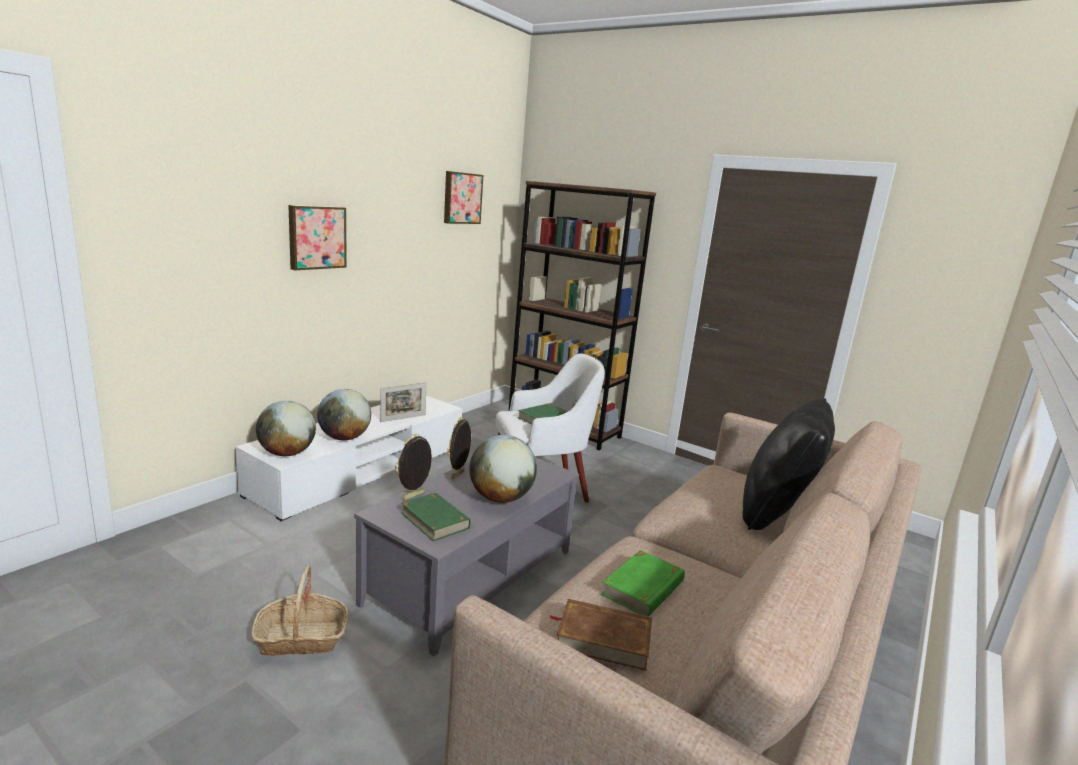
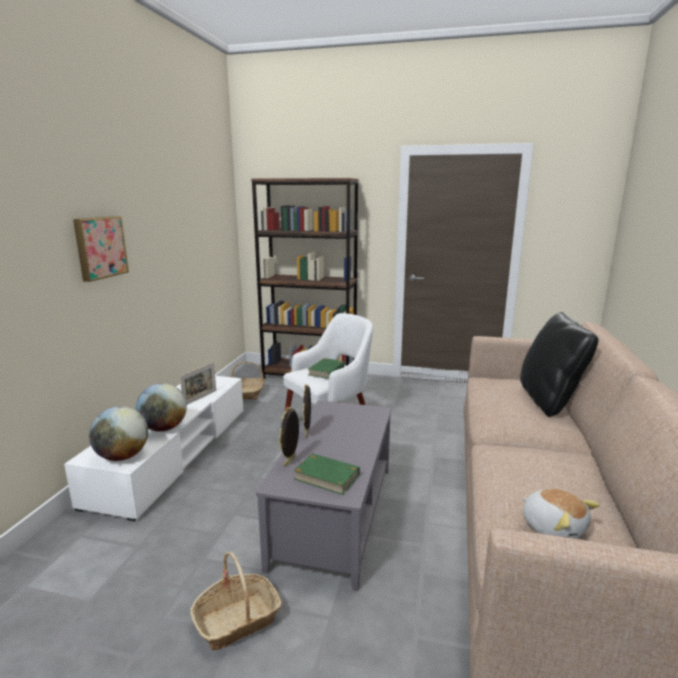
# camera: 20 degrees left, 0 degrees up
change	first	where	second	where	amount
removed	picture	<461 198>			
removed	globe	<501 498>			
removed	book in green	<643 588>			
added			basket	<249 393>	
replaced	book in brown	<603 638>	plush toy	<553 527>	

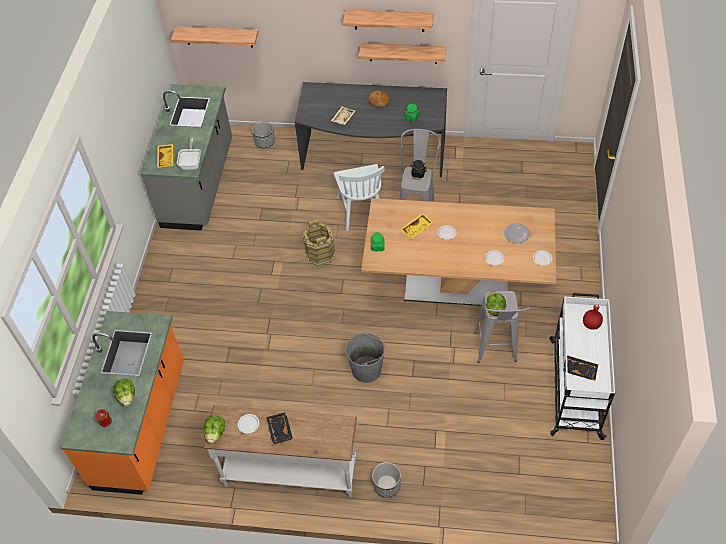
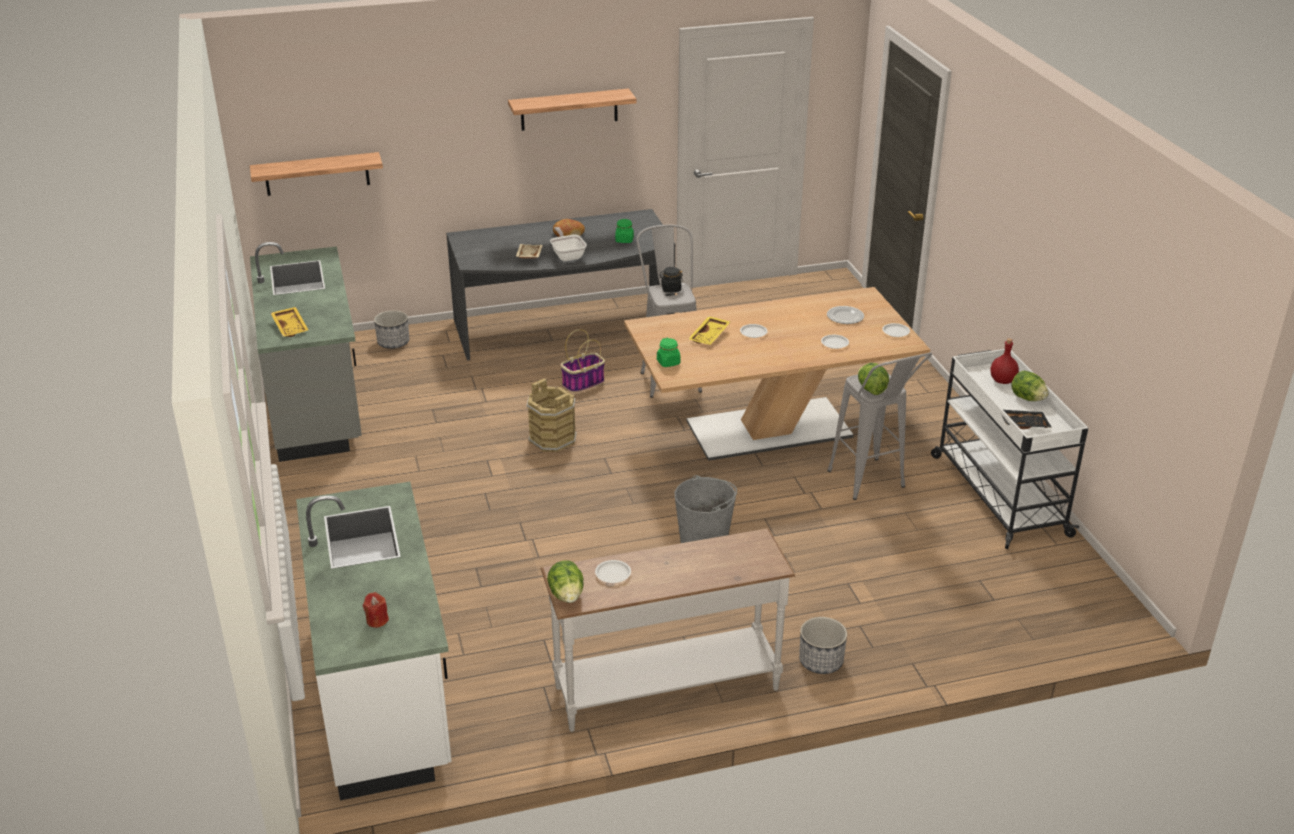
# camera: 25 degrees left, 20 degrees down
change	first	where	second	where	amount
removed	tray in black	<279 430>			
removed	shelf	<403 53>			
moved	lettuce	<127 396>		<1027 398>	
moved	frying pan	<191 163>		<567 255>	
replaced	chair in white	<361 210>	basket	<583 383>	
recoloured	counter in orange	<142 425>	counter in white	<384 695>	

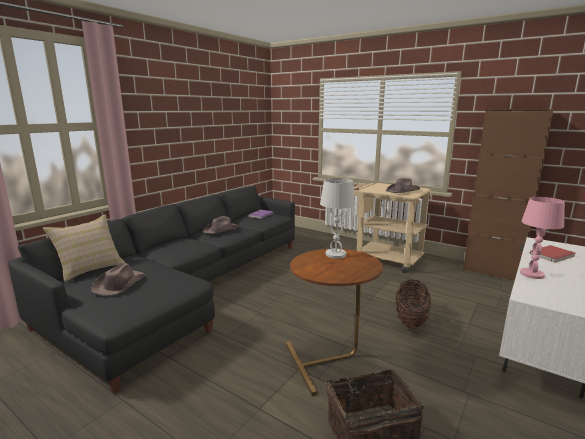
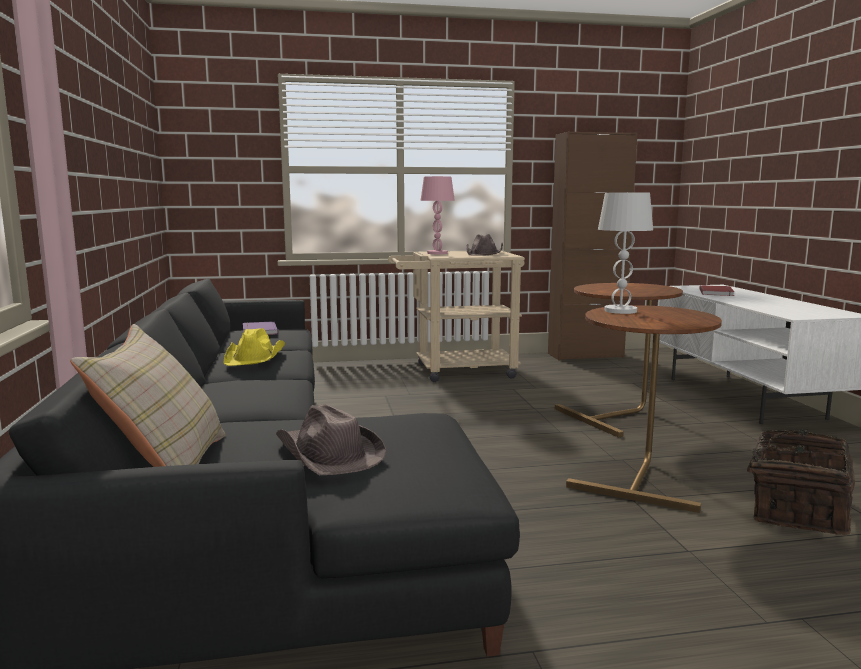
# camera: 45 degrees left, 5 degrees down
change	first	where	second	where	amount
moved	table lamp in pink	<532 274>		<437 253>	
replaced	basket	<410 320>	side table in brown	<619 416>	
recoloured	hat in brown	<222 230>	hat in yellow	<255 357>	

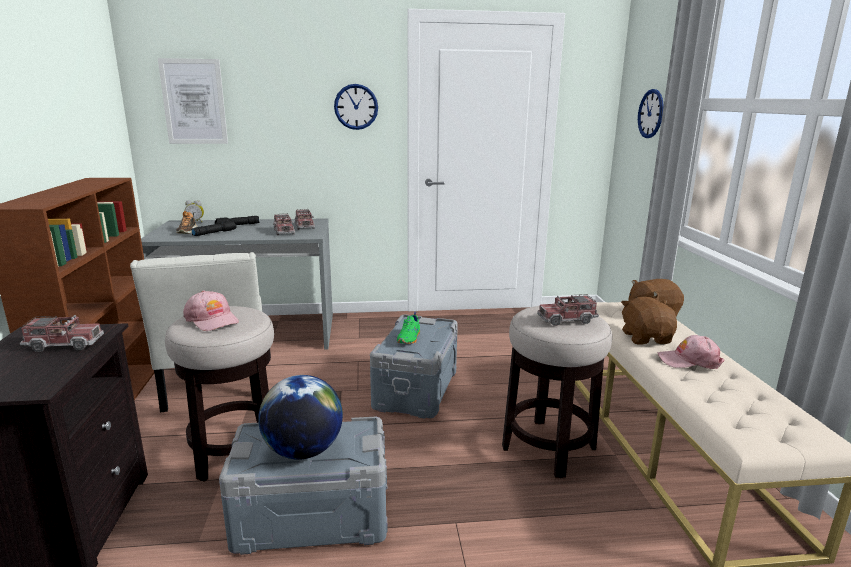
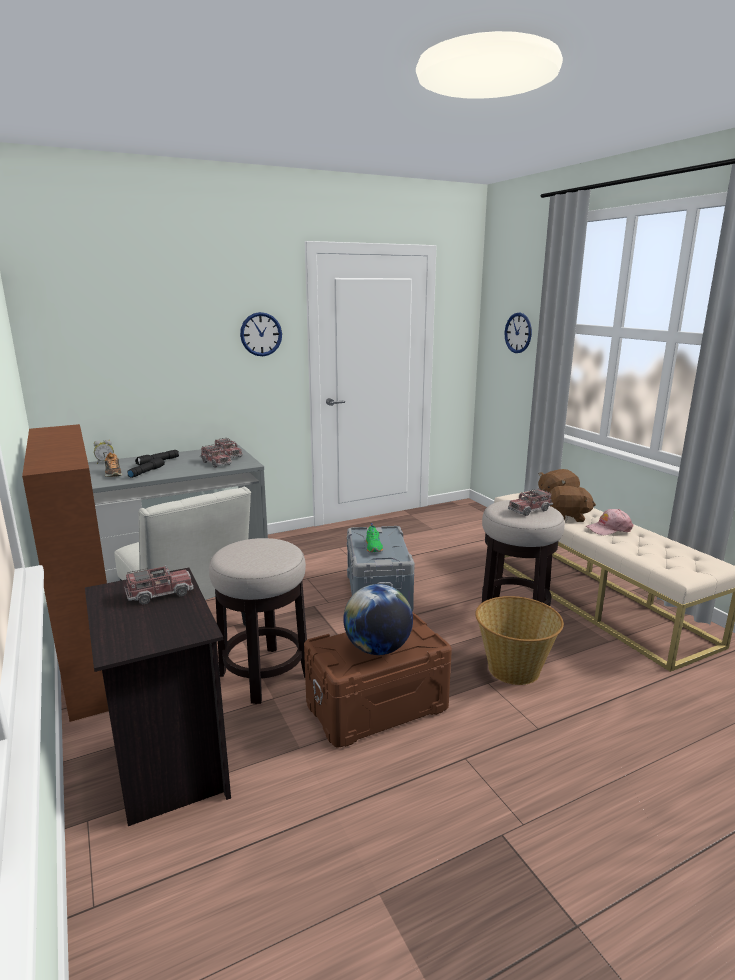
# camera: 20 degrees left, 0 degrees up
change	first	where	second	where	amount
removed	picture	<194 102>			
removed	cap in pink	<212 319>			
added			basket	<514 668>	
recoloured	storage box in grey	<312 515>	storage box in brown	<376 705>	
turned	plush toy in brown	<646 338>		<567 517>	120 degrees clockwise

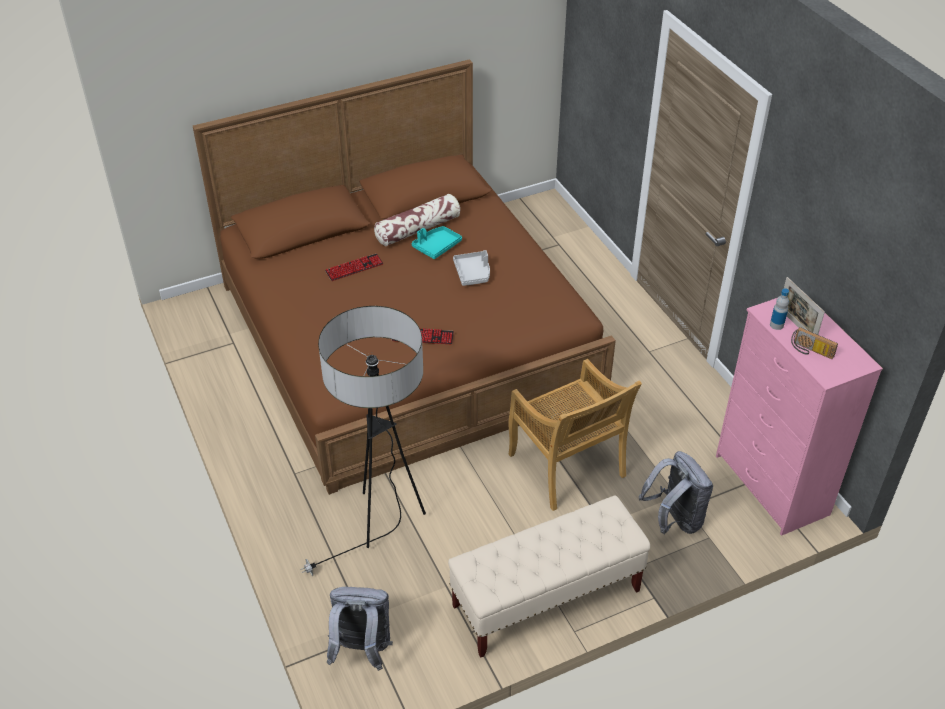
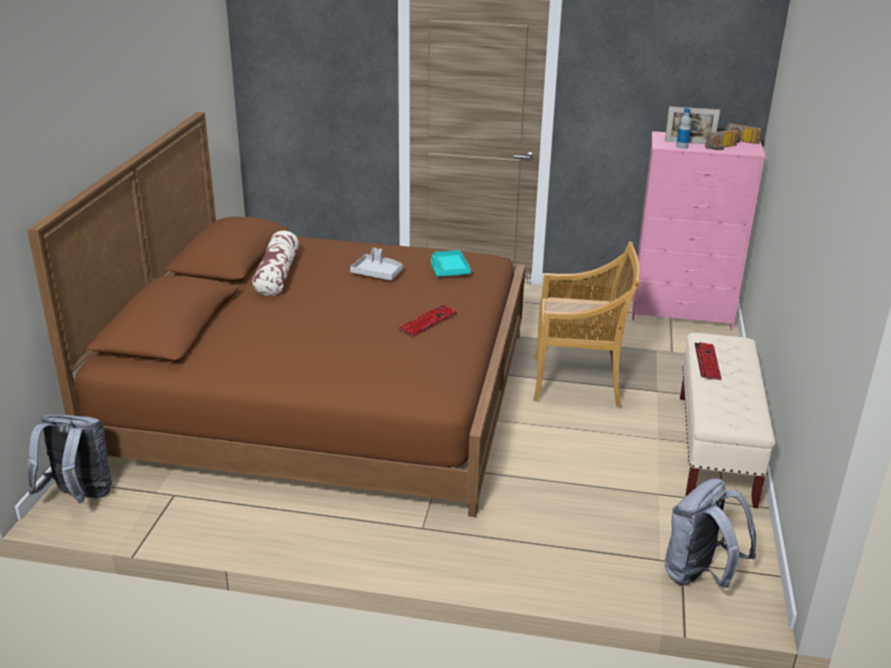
# camera: 55 degrees left, 15 degrees down
change	first	where	second	where	amount
removed	floor lamp	<382 524>			
added			radio	<740 141>	
moved	keyboard	<354 268>		<707 362>	
moved	tray in turquoise	<436 246>		<448 270>	
moved	backpack in grey	<674 520>		<79 497>	

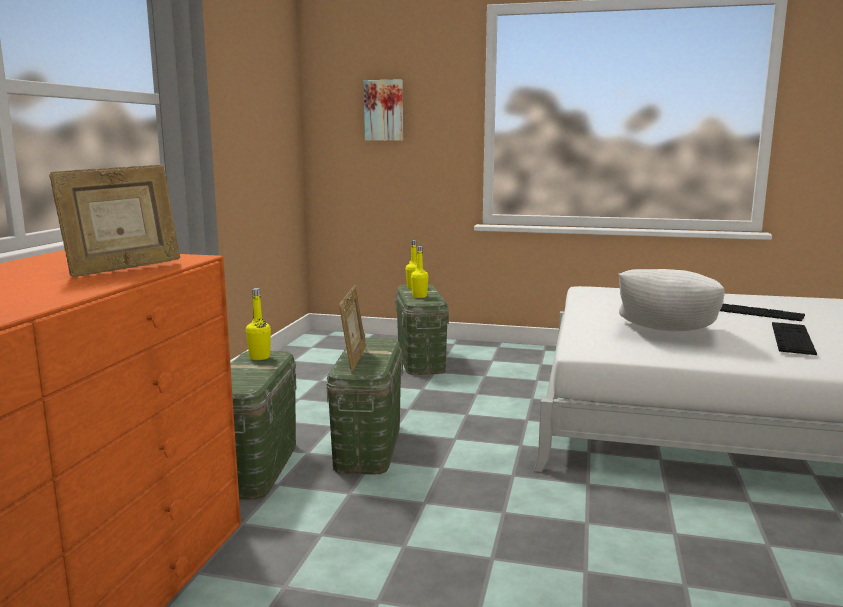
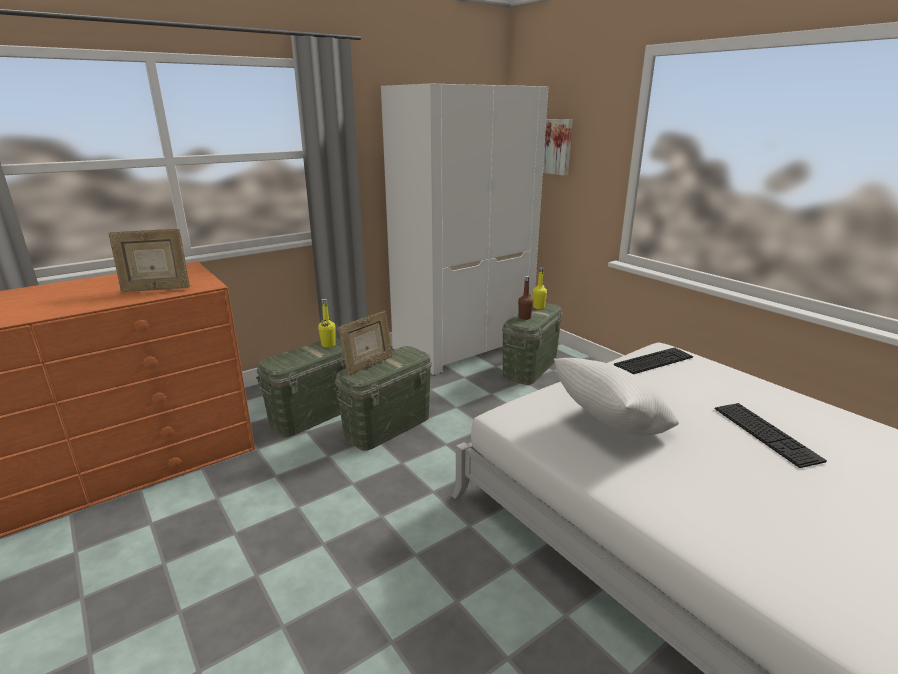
# camera: 40 degrees right, 10 degrees up
change	first	where	second	where	amount
added			wardrobe in white	<463 345>	
moved	keyboard	<792 338>		<653 361>	
recoloured	bottle in yellow	<419 296>	bottle in brown	<524 317>	

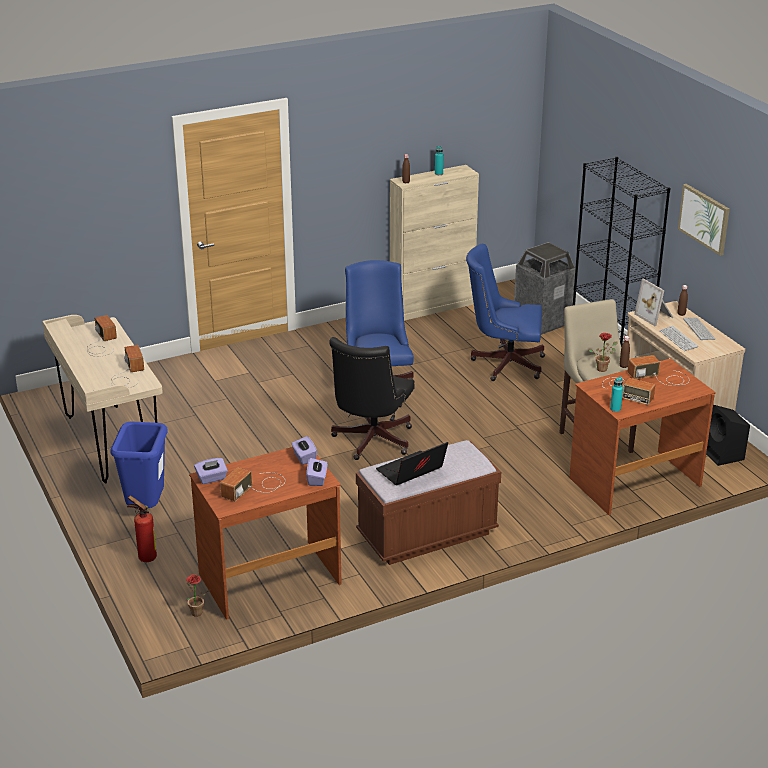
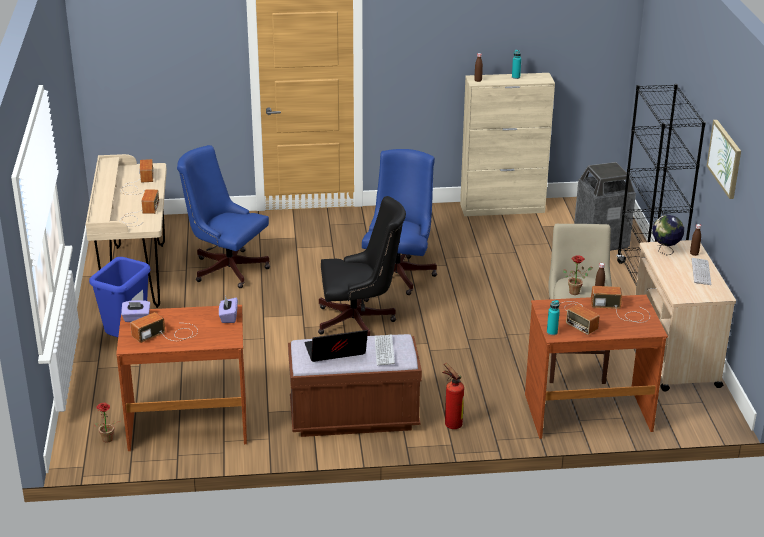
# camera: 20 degrees right, 0 degrees up
change	first	where	second	where	amount
removed	tissue box in purple	<317 479>			
removed	speaker in black	<723 455>			
moved	fire extinguisher	<145 557>		<451 424>	
moved	office chair in blue	<503 363>		<226 267>	
moved	keyboard	<678 339>		<384 351>	
replaced	picture frame	<655 316>	globe	<665 251>	
turned	office chair in black	<370 442>		<360 321>	135 degrees counterclockwise

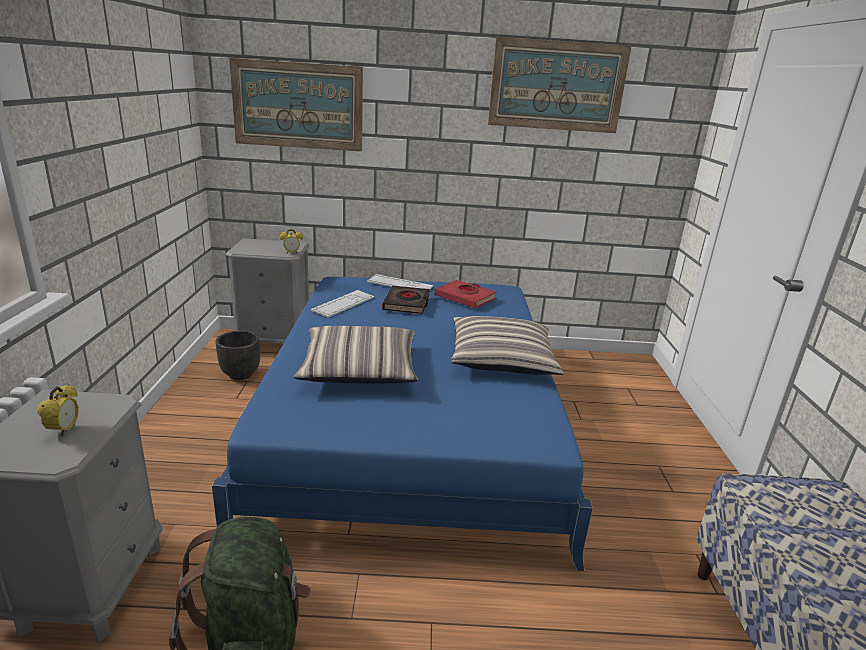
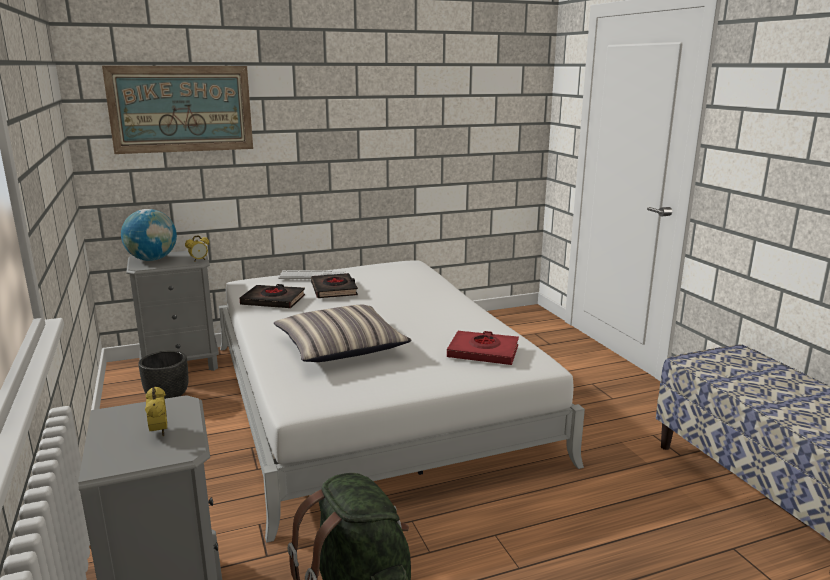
# camera: 20 degrees left, 5 degrees down
change	first	where	second	where	amount
removed	pillow	<502 358>			
removed	picture	<557 86>			
added			globe	<152 259>	
moved	book in red	<465 298>		<483 352>	
replaced	keyboard	<343 304>	book in black	<273 301>	
recoloured	bed in blue	<411 420>	bed in white	<371 398>	

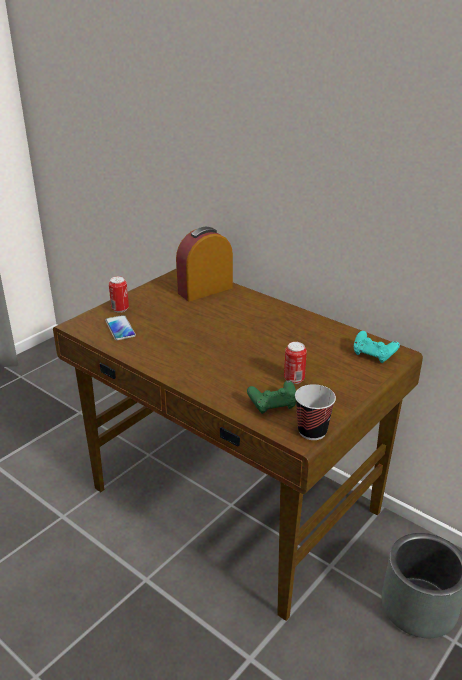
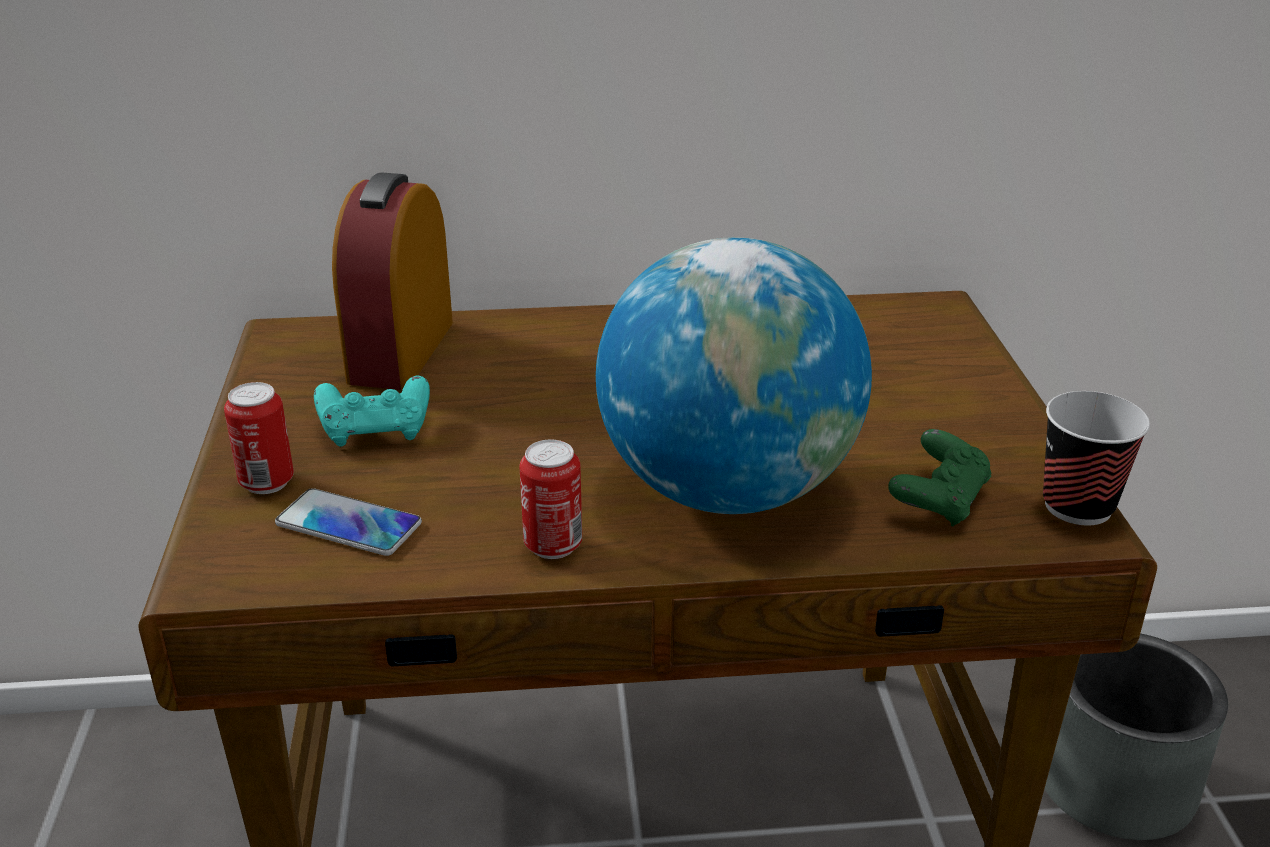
# camera: 45 degrees left, 0 degrees up
change	first	where	second	where	amount
added			globe	<727 490>	
moved	can	<294 379>		<553 545>	
moved	game controller in turquoise	<373 355>		<376 431>	

